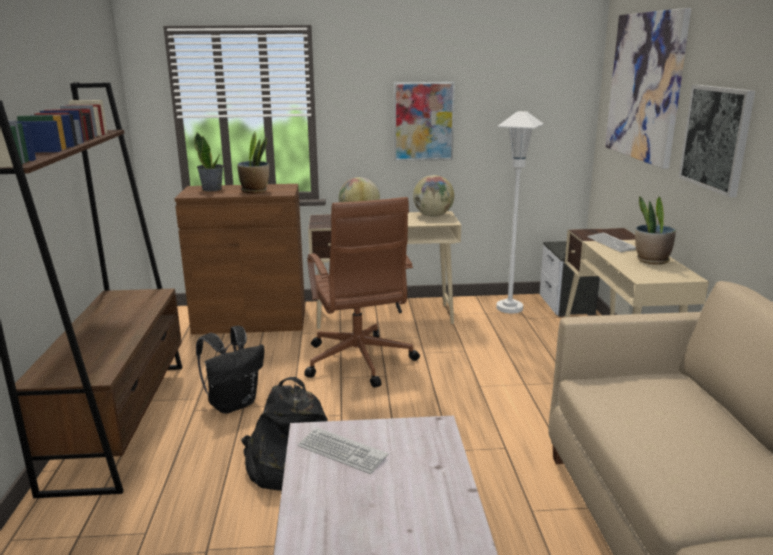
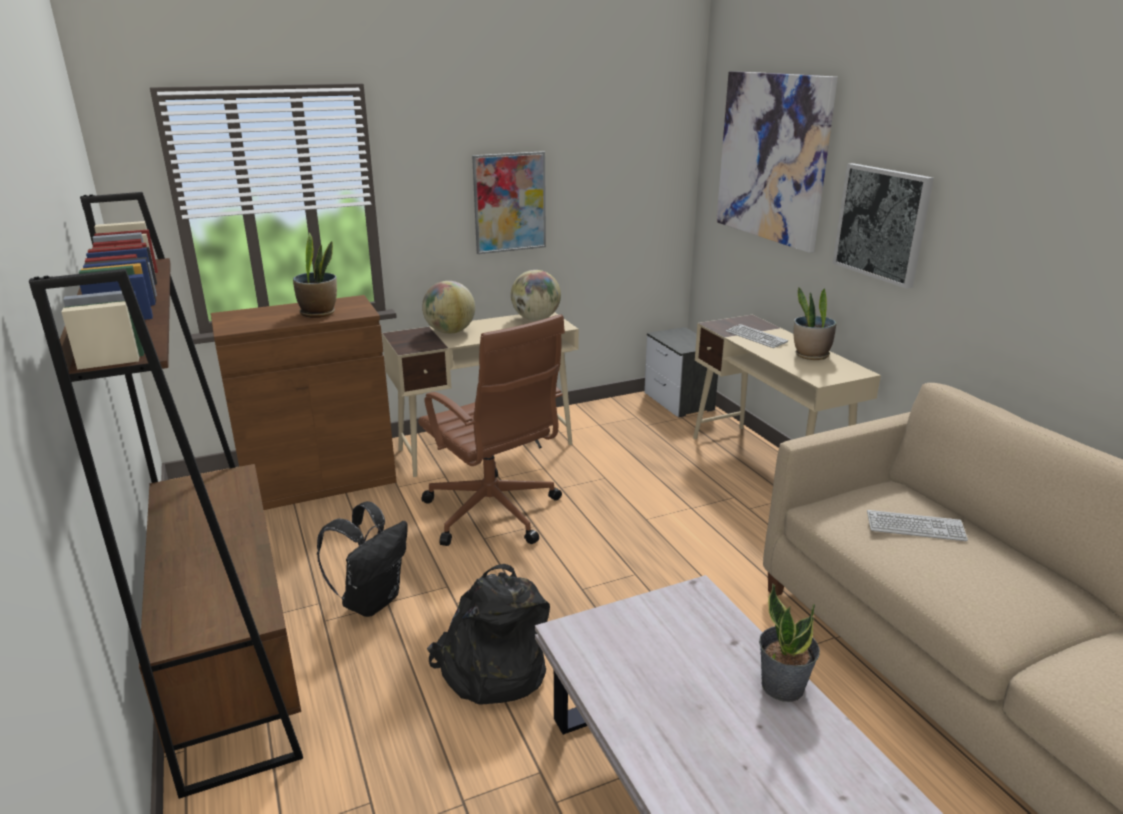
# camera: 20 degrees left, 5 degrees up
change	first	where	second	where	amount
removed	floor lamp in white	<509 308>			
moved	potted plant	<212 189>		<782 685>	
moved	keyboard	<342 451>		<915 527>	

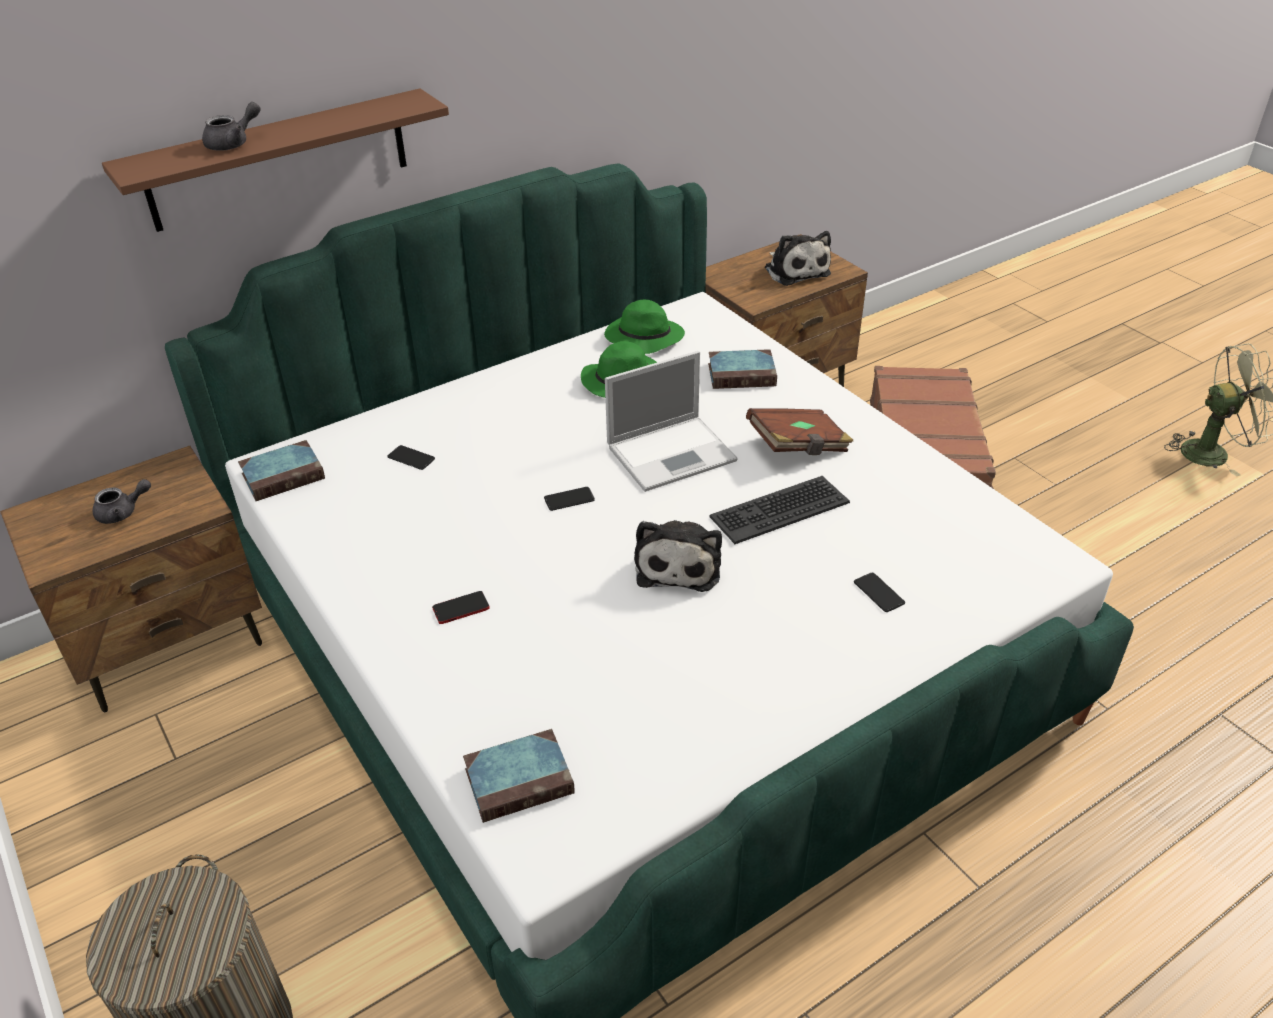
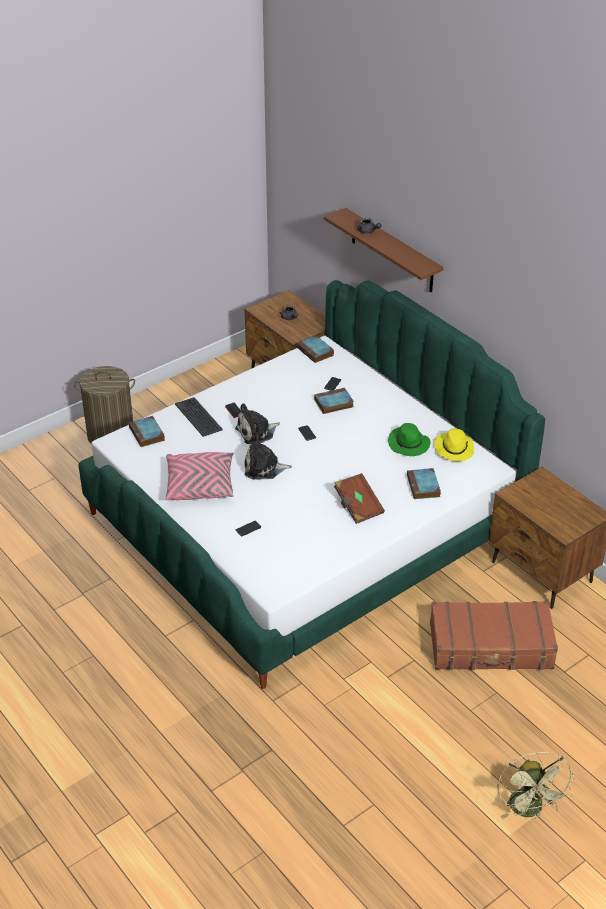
# camera: 85 degrees right, 0 degrees up
change	first	where	second	where	amount
removed	laptop	<673 452>			
added			pillow in pink	<200 485>	
added			book	<333 403>	
moved	keyboard	<779 509>		<199 417>	
moved	plush toy	<795 270>		<256 432>	
recoloured	hat in green	<643 338>	hat in yellow	<453 449>	

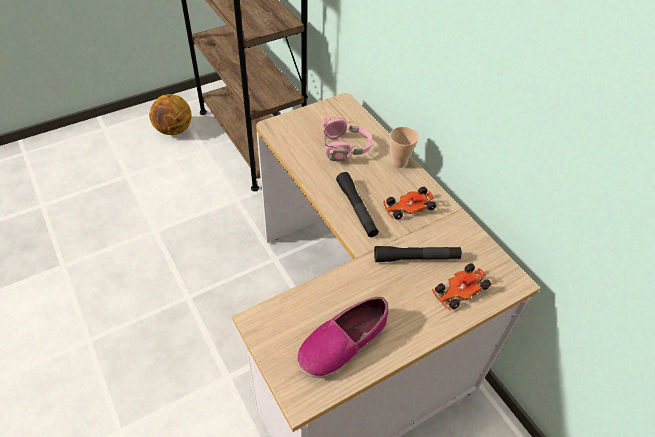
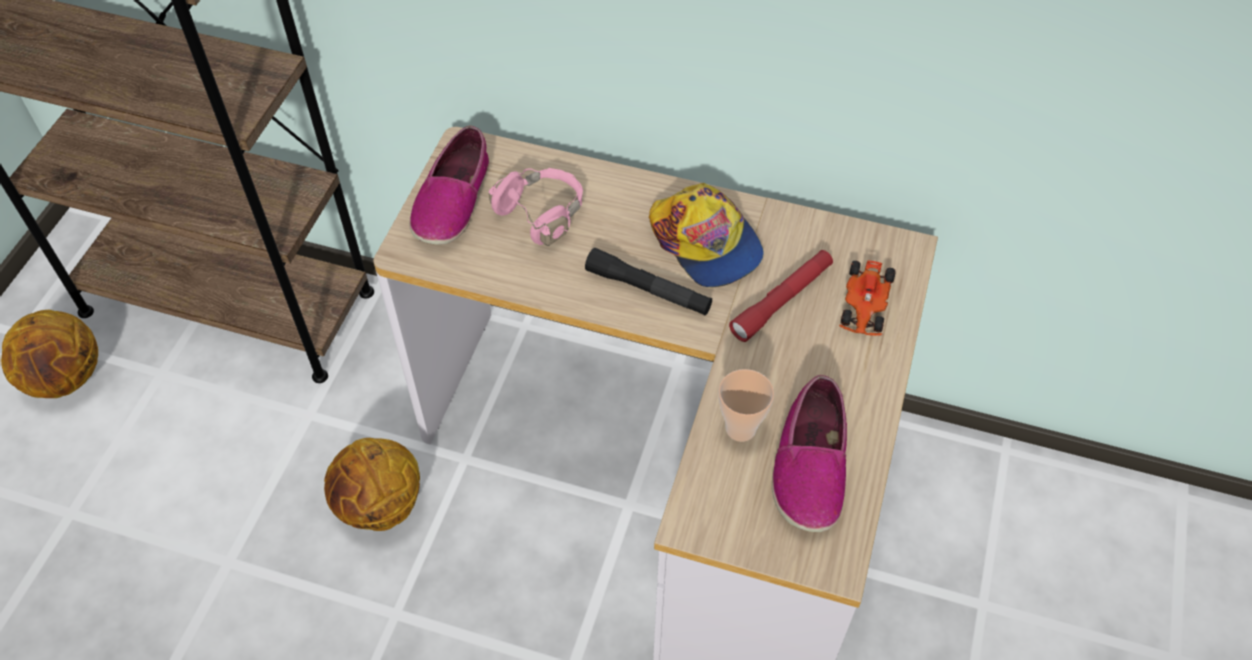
# camera: 40 degrees left, 5 degrees up
change	first	where	second	where	amount
added			basketball	<380 506>	
added			shoe	<452 200>	
moved	cup	<399 162>		<740 428>	
replaced	toy car	<408 207>	cap	<706 242>	
recoloured	flashlight in black	<416 258>	flashlight in red	<781 301>	

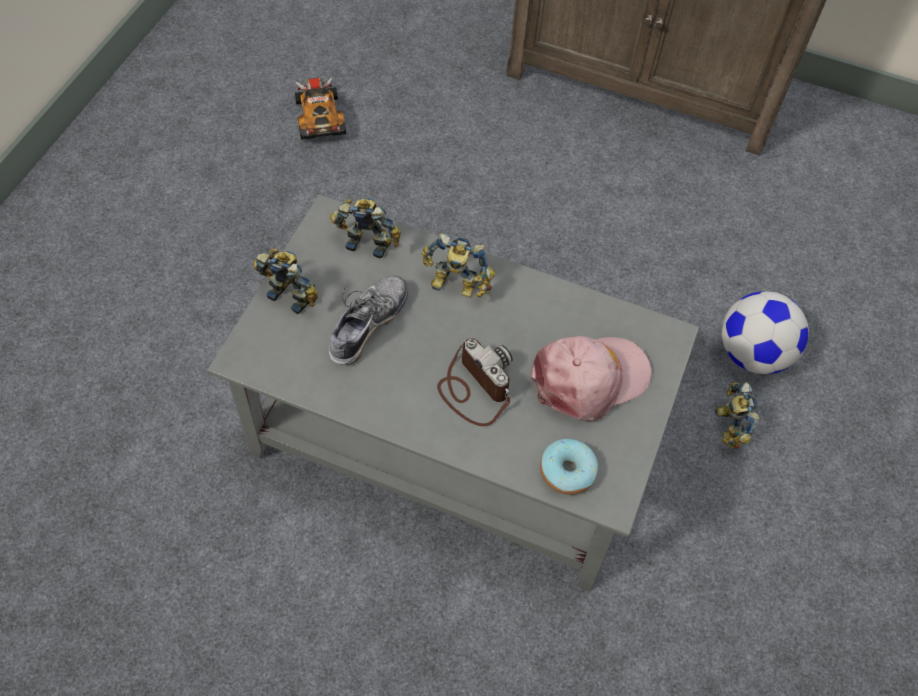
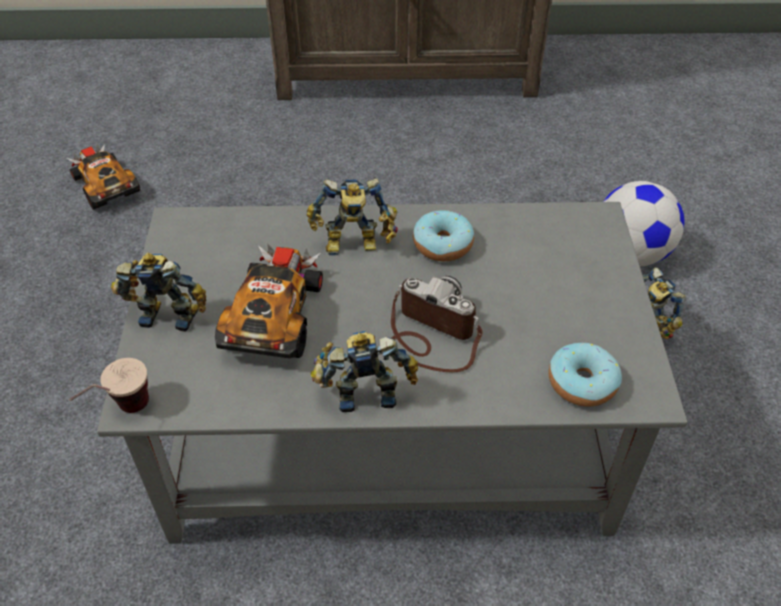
# camera: 20 degrees left, 10 degrees down
change	first	where	second	where	amount
removed	cap in pink	<589 379>			
added			cup	<121 414>	
added			donut	<443 244>	
moved	toy robot	<368 241>		<364 391>	
replaced	shoe	<367 325>	toy car	<275 314>	

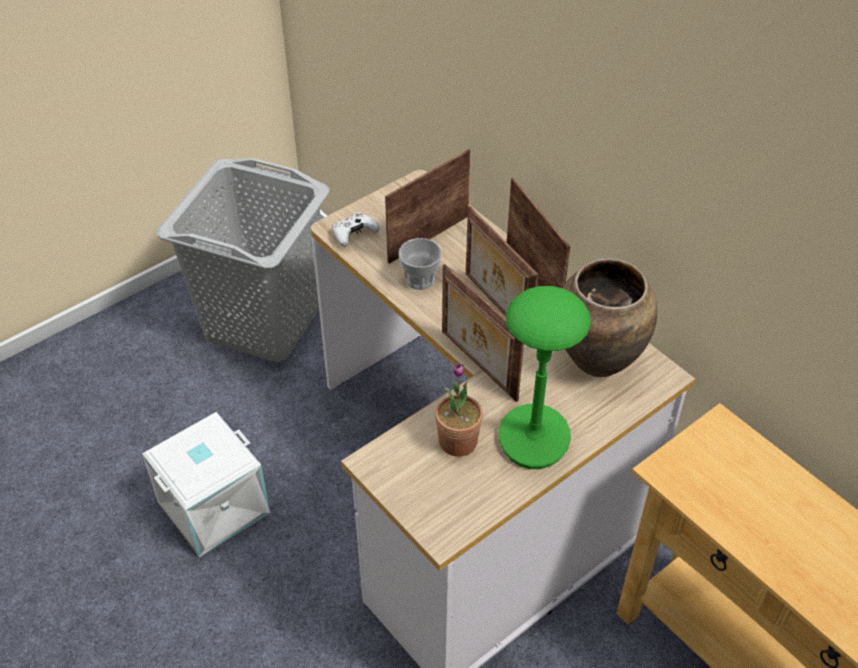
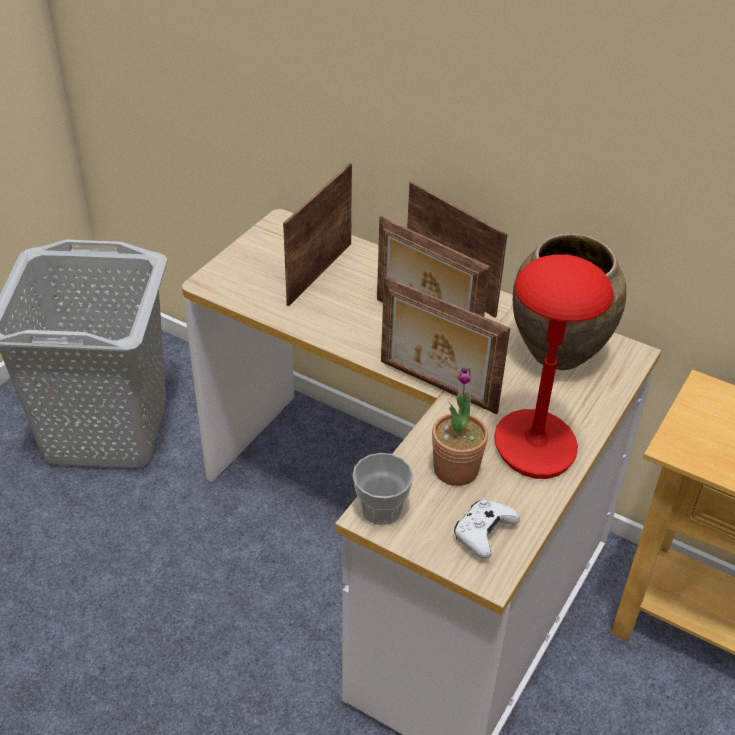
# camera: 20 degrees left, 5 degrees down
change	first	where	second	where	amount
removed	storage box in white	<213 505>			
moved	game controller in white	<354 235>		<483 534>	
moved	cup	<420 280>		<381 509>	
recoloured	table lamp in green	<534 439>	table lamp in red	<535 447>	

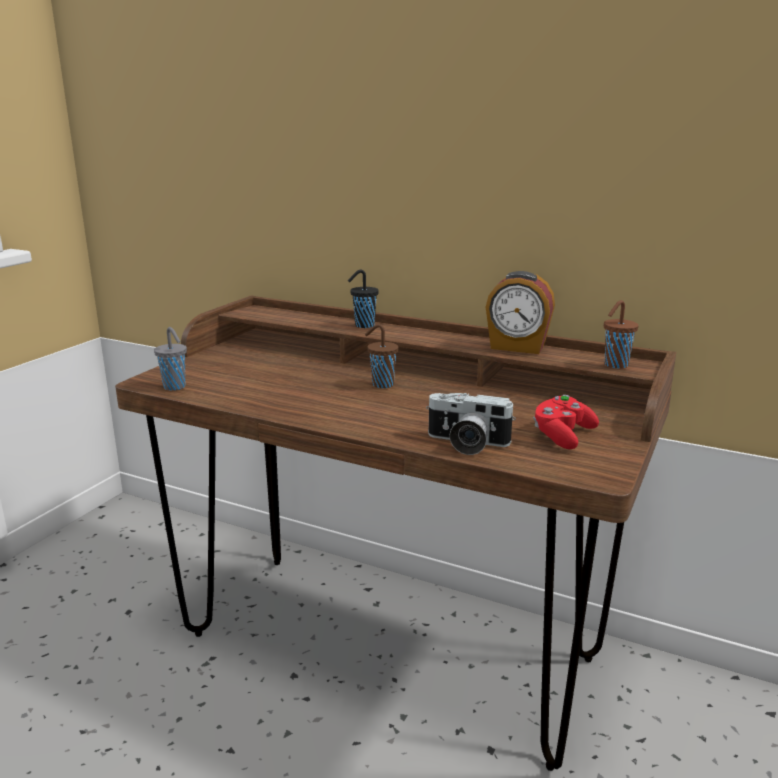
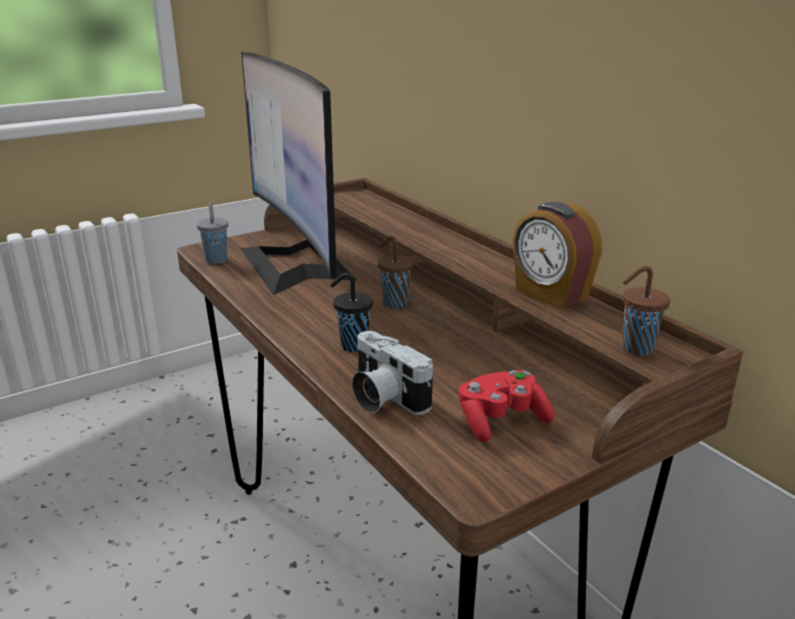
# camera: 30 degrees right, 5 degrees up
change	first	where	second	where	amount
added			monitor	<296 263>	
moved	cup in black	<363 326>		<352 345>	

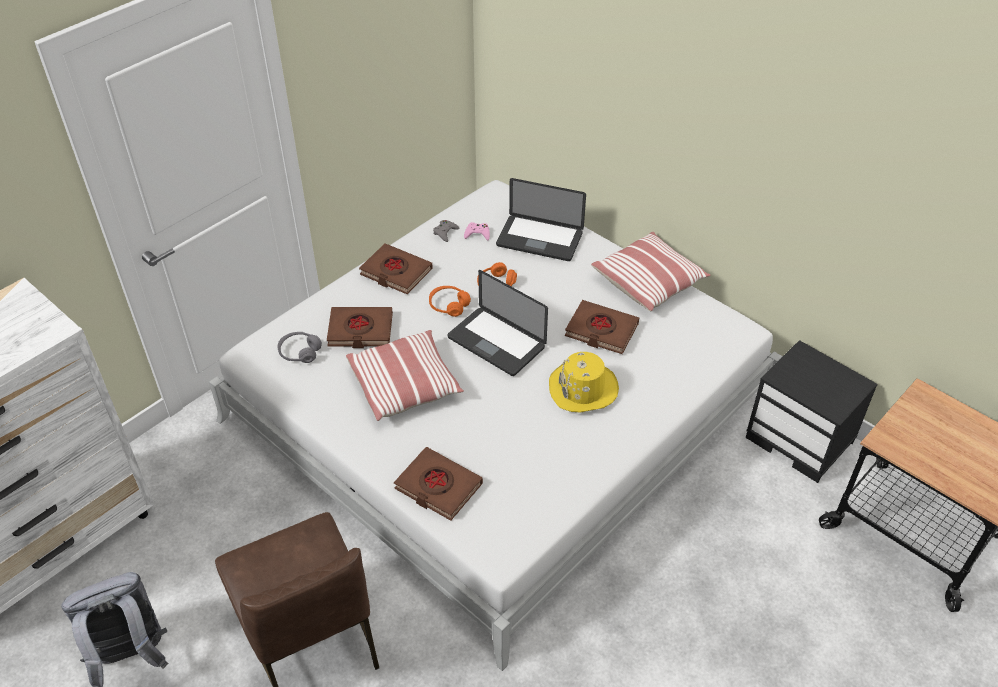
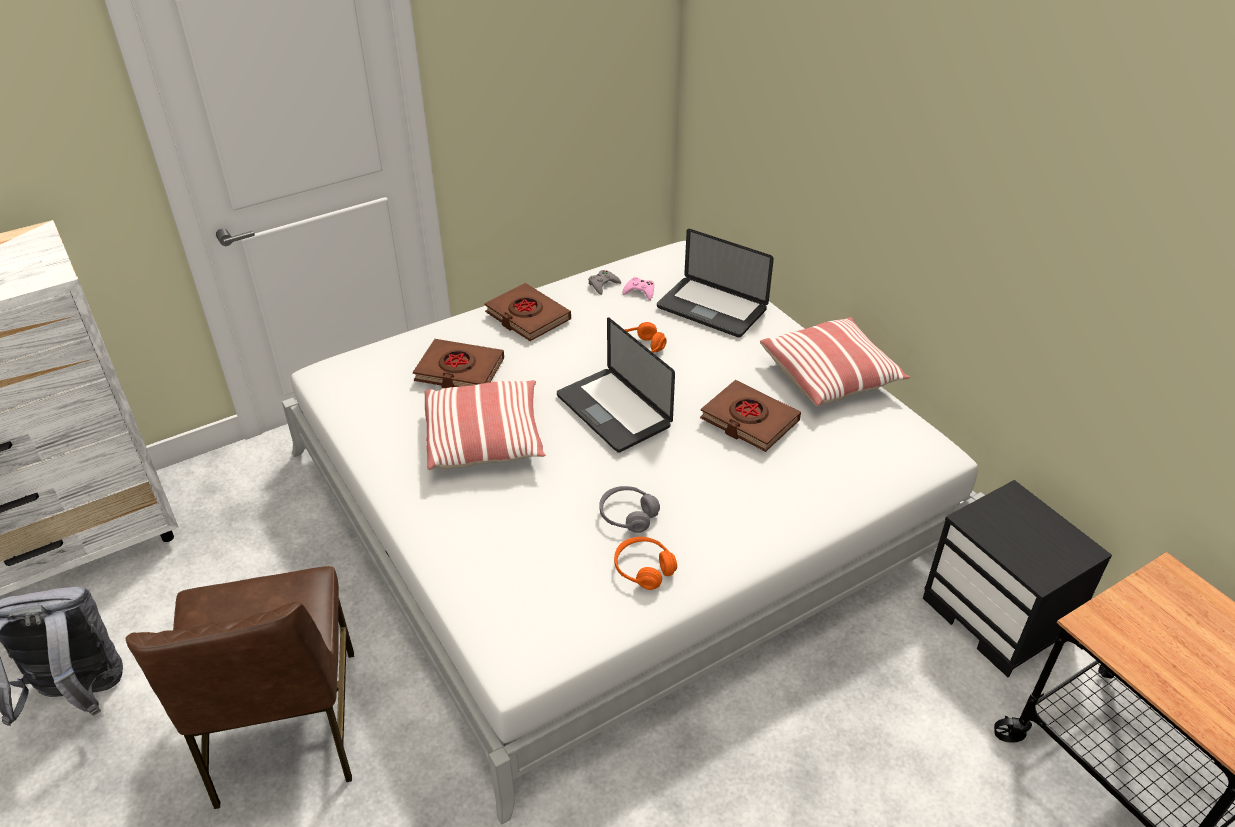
# camera: 15 degrees right, 5 degrees down
change	first	where	second	where	amount
removed	book in brown	<438 487>			
removed	hat in yellow	<583 389>			
moved	headphones in grey	<300 352>		<628 515>	
moved	headphones in orange	<449 305>		<643 569>	

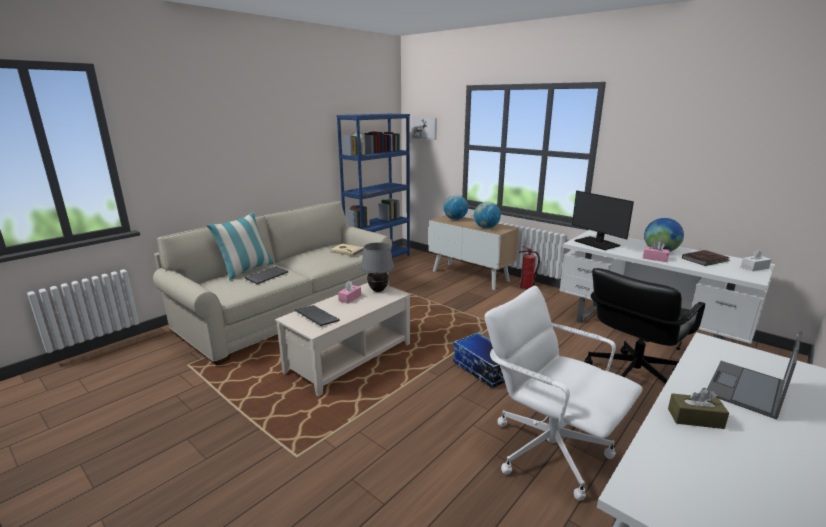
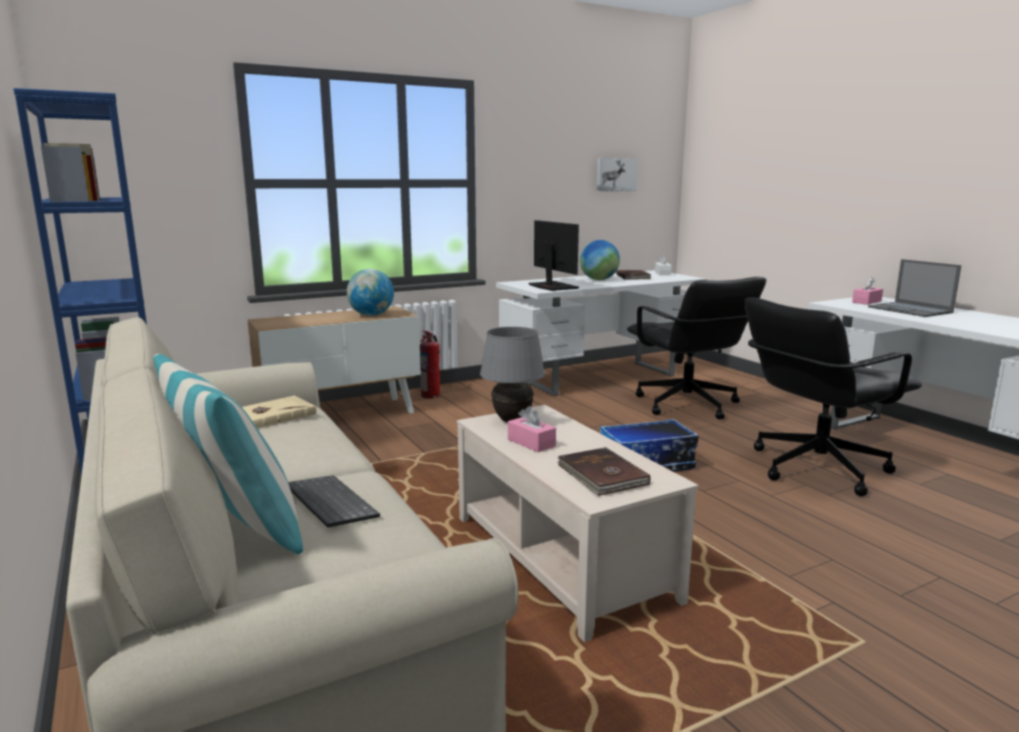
# camera: 70 degrees left, 5 degrees down
change	first	where	second	where	amount
removed	globe	<455 219>			
removed	tissue box in brown	<695 418>			
moved	picture	<425 128>		<615 174>	
moved	tissue box in pink	<655 258>		<866 302>	
replaced	keyboard	<315 316>	book in brown	<601 475>	
recoloured	office chair in white	<549 450>	office chair in black	<816 468>	
turned	monitor	<597 243>		<552 286>	105 degrees counterclockwise

